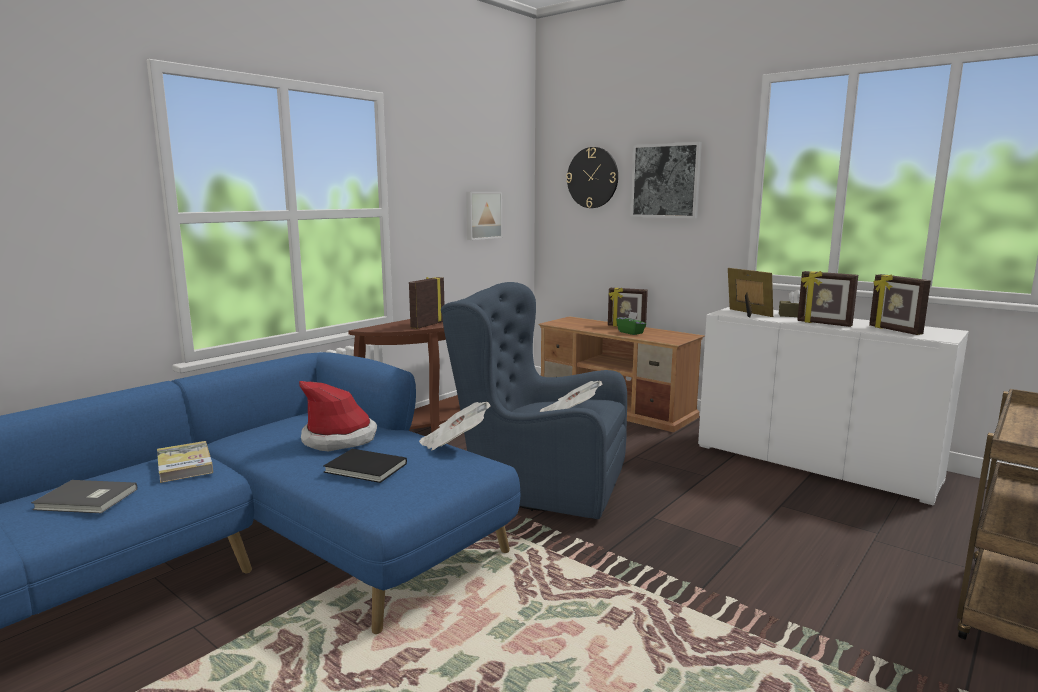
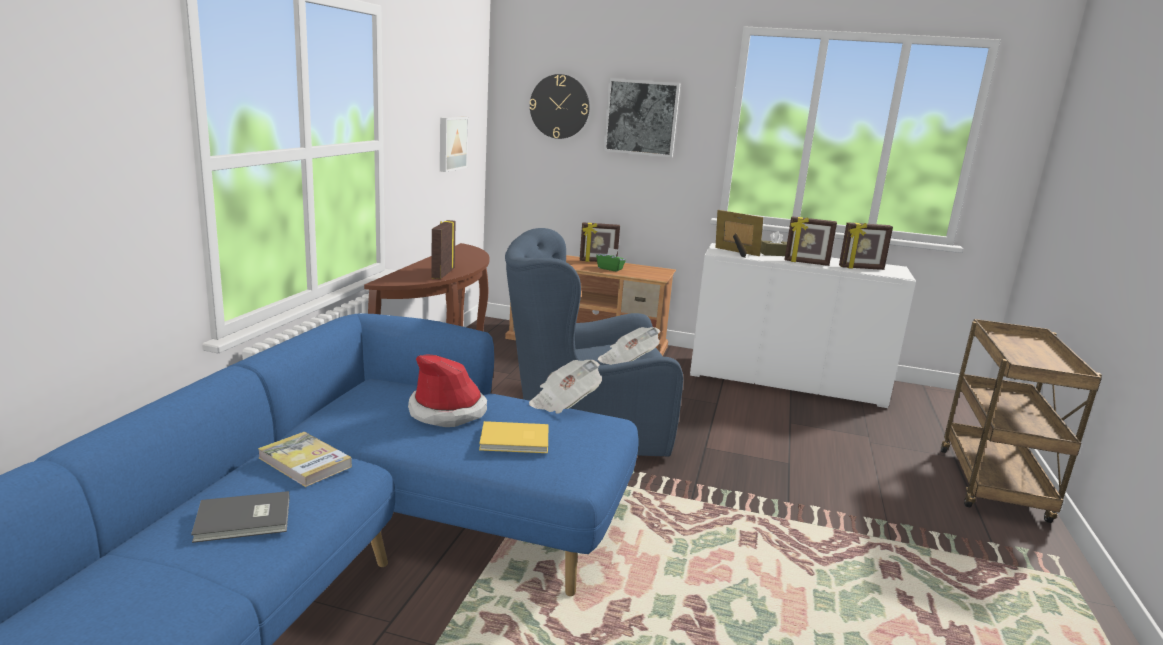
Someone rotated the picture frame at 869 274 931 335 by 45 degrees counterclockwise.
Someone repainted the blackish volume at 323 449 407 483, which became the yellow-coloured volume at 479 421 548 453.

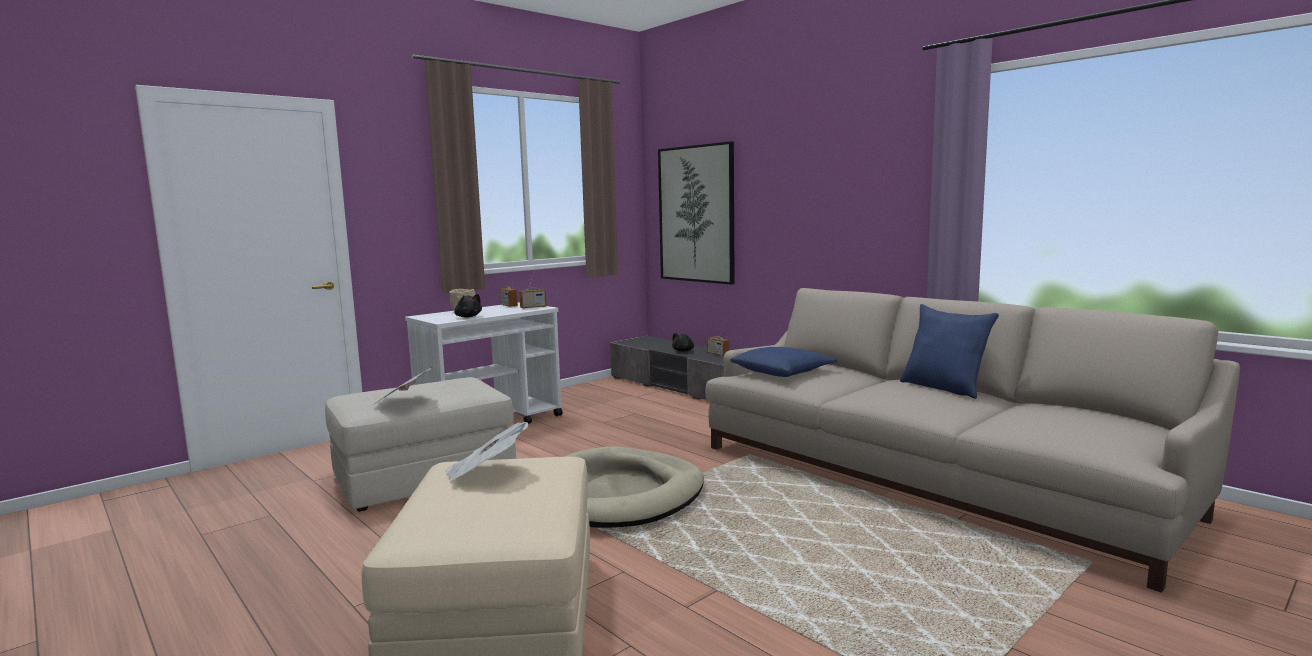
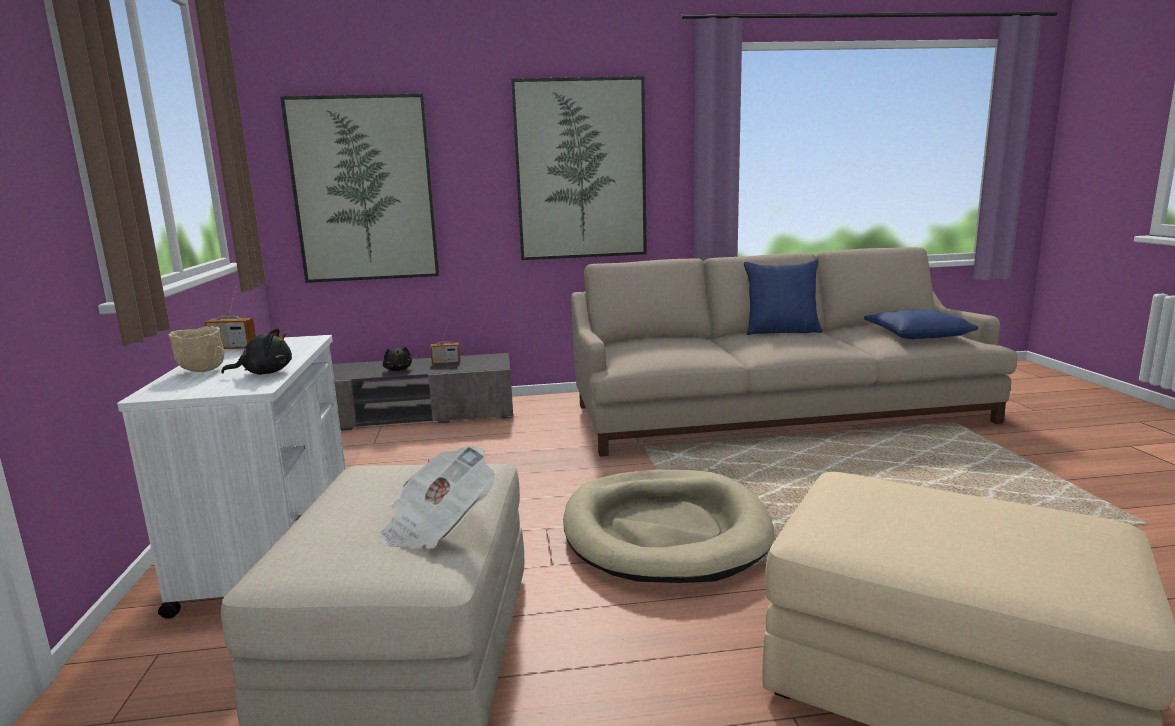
Someone took away the radio receiver at 519 271 546 309.
Someone carried the blue throw pillow from 730 347 837 377 to 864 309 978 339.
Someone took away the printed paper at 445 422 528 482.
Someone put up the wall picture at 511 76 647 260.

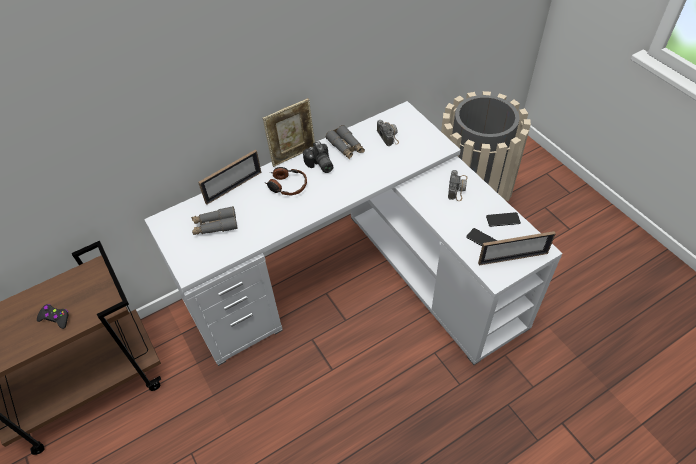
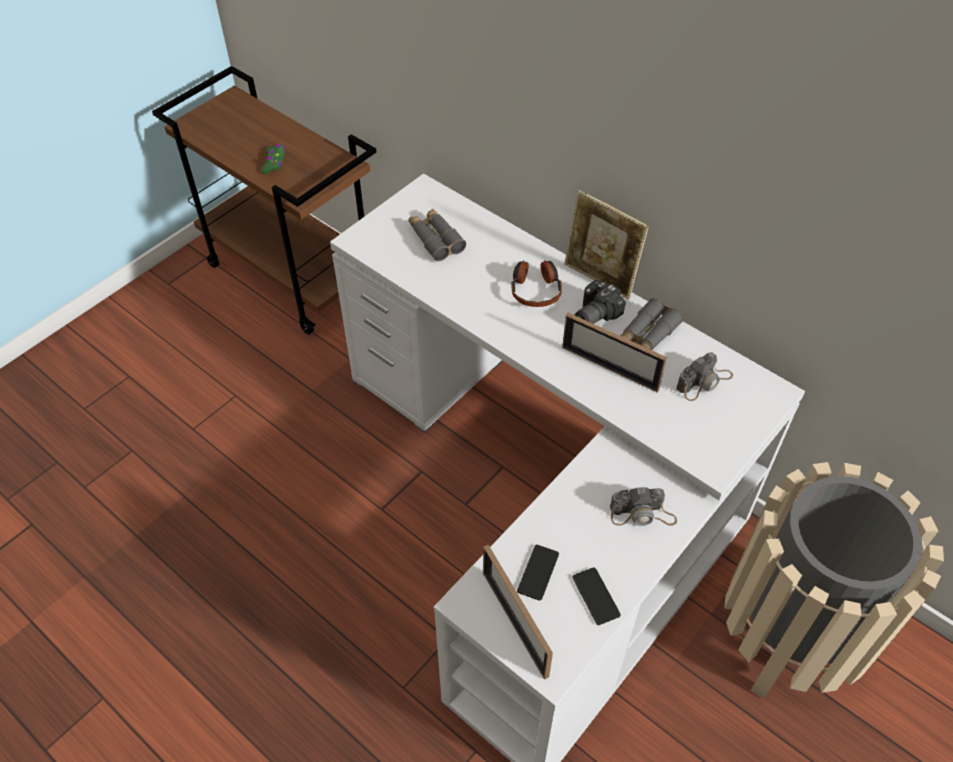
Someone carried the picture frame from 198 150 261 205 to 562 313 667 393.
Someone repainted the blackish game controller at 37 304 69 329, which became the greenish game controller at 261 144 285 174.

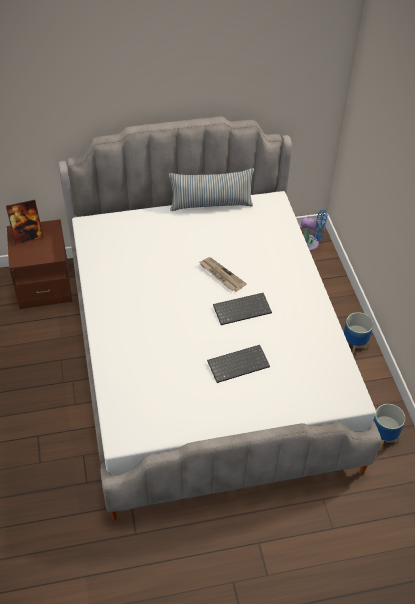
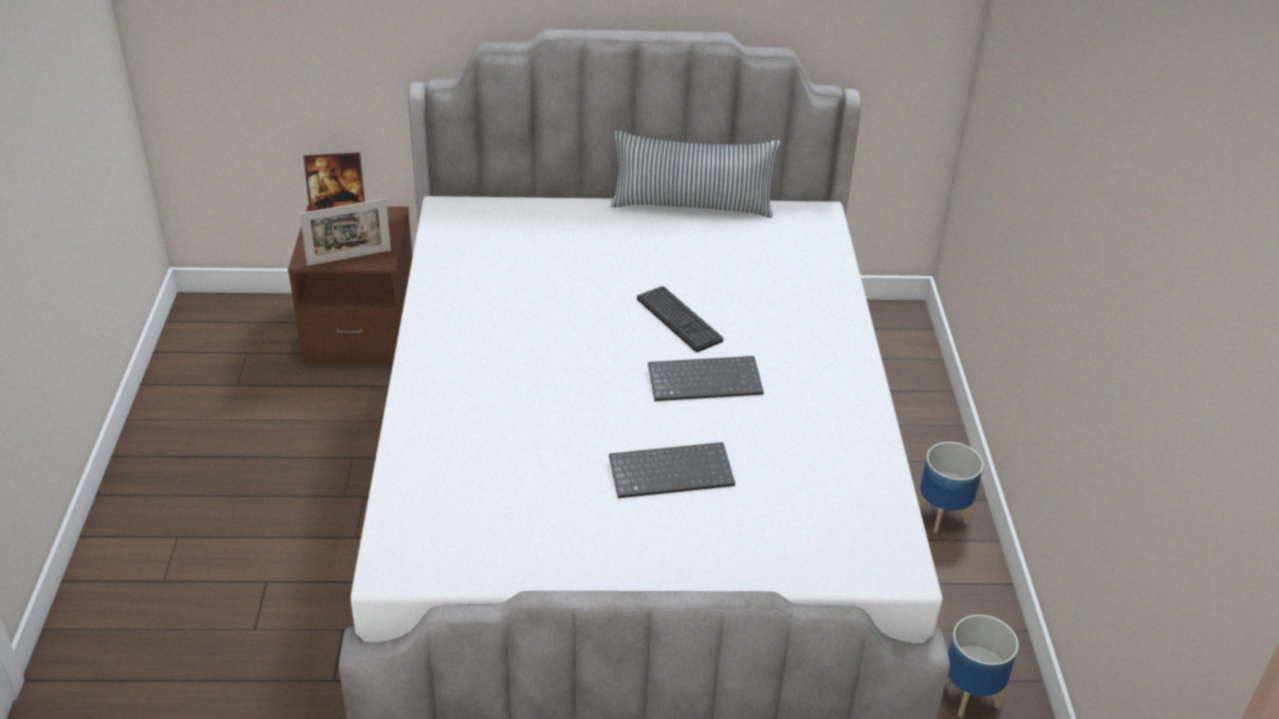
Someone took away the blue electric fan at 301 210 328 251.
Someone swapped the printed paper at 199 257 247 292 for the PC keyboard at 637 286 723 352.
Someone put down the picture frame at 299 198 391 266.

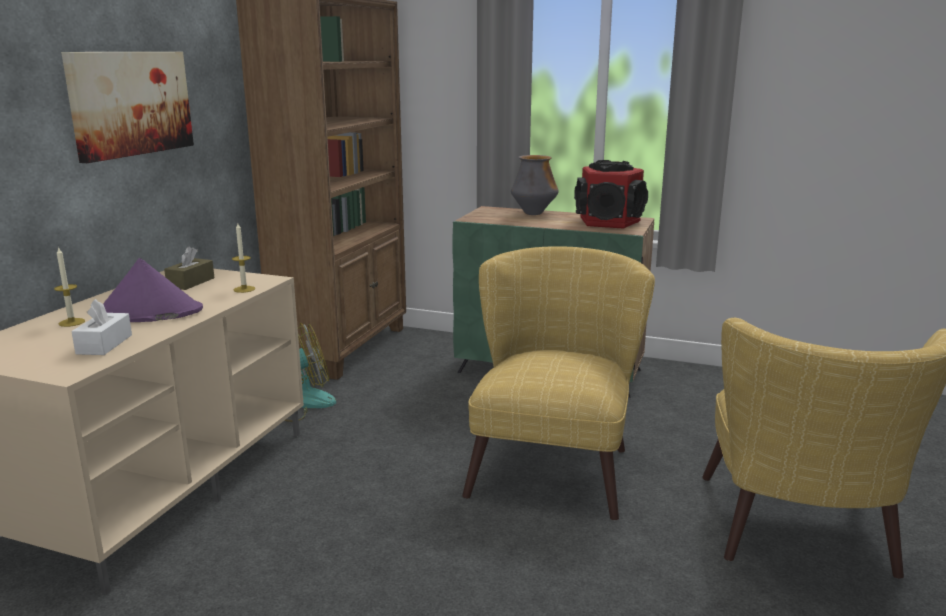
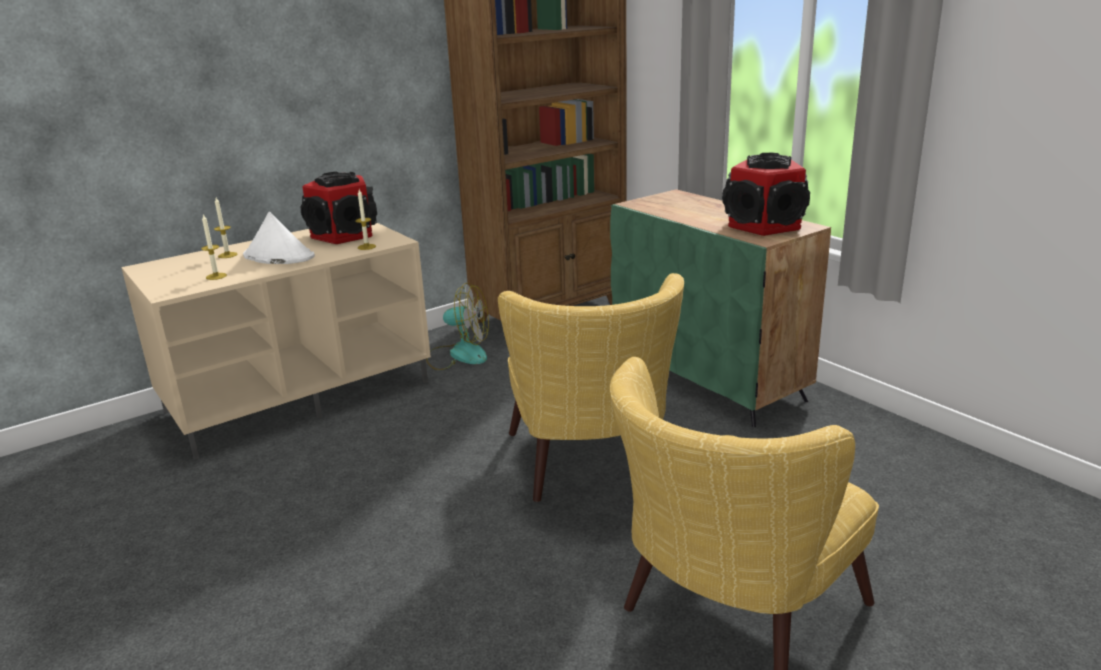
Someone took away the wall picture at 61 52 194 163.
Someone took away the decorative vase at 511 155 559 215.
Someone swapped the brownish tissue holder at 164 246 214 290 for the audio speaker at 301 172 377 244.
Someone rotated the yellow-coloured armchair at 462 246 655 520 by 120 degrees clockwise.
Someone repainted the purple-coloured clothing hat at 103 258 203 322, which became the white-coloured clothing hat at 243 212 315 264.
Someone swapped the white-coloured tissue holder at 71 299 132 355 for the wax candle at 201 214 227 280.

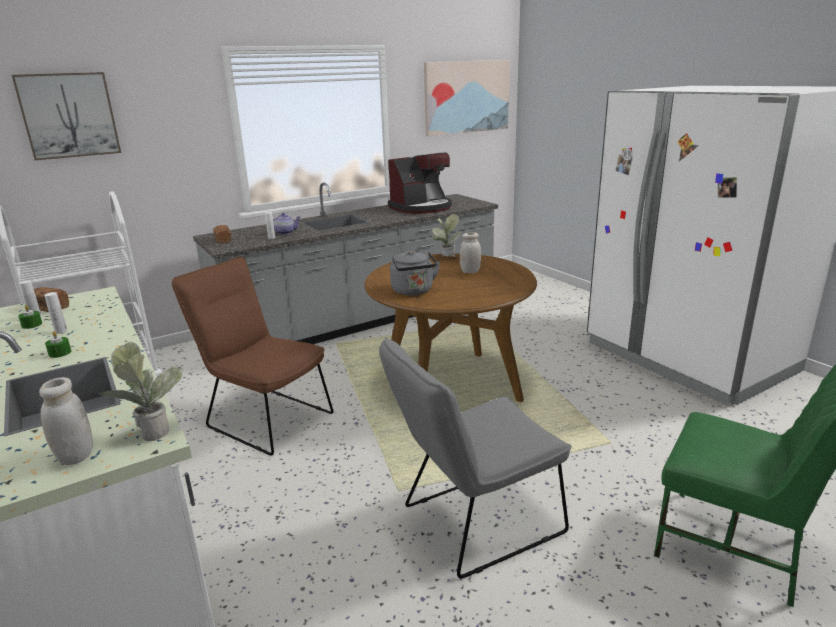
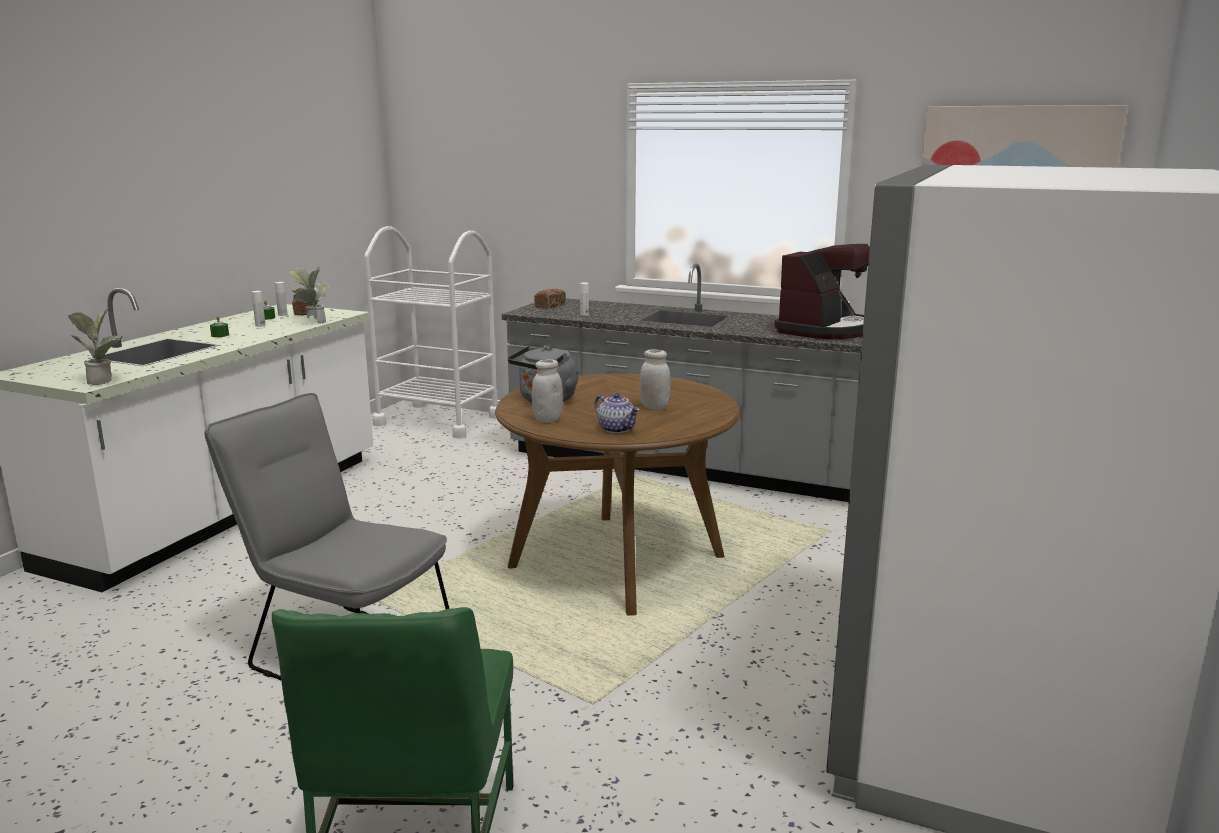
Someone took away the wall picture at 12 72 121 160.
Someone rotated the coffee brewer at 388 153 452 214 by 75 degrees counterclockwise.
Someone carried the pot for tea from 273 212 301 235 to 595 393 640 433.
Someone carried the potted plant from 432 214 461 258 to 290 267 330 323.
Someone took away the brownish chair at 172 257 333 456.
Someone carried the white-coloured storage jar from 39 377 93 465 to 532 359 563 423.

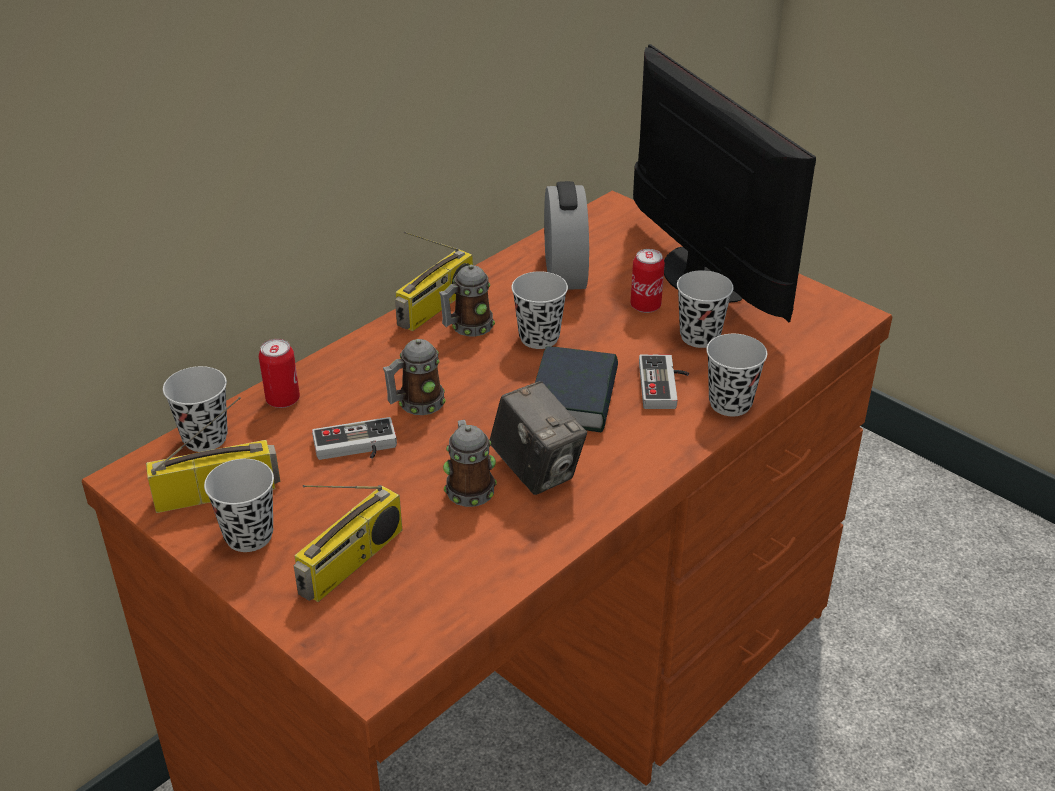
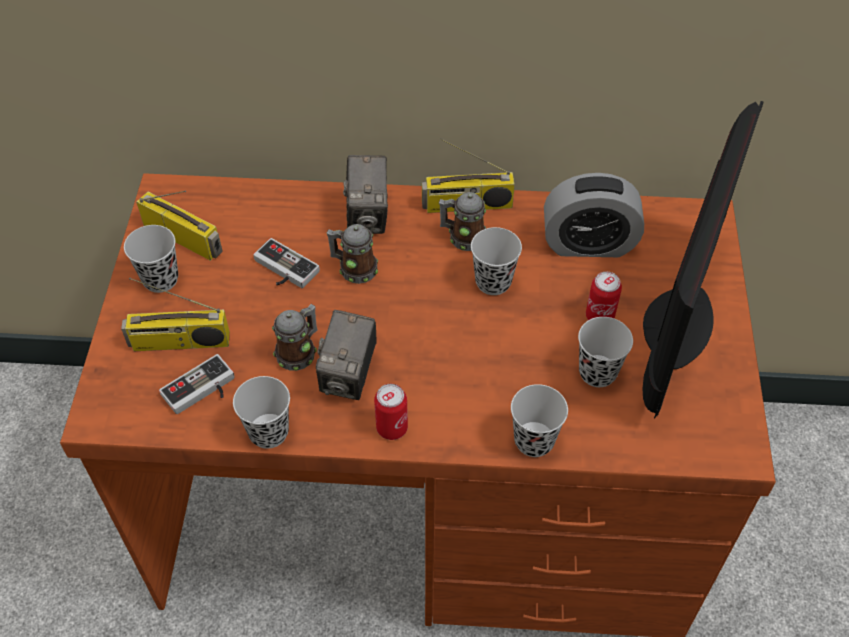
Someone rotated the bedside clock at 544 181 589 290 by 45 degrees clockwise.
Someone carried the can from 259 339 300 408 to 374 384 408 440.
Someone took away the volume at 535 346 618 432.
Someone carried the game controller from 639 354 689 409 to 159 354 234 414.
Someone carried the blackish drinking cup from 163 366 228 452 to 233 376 290 449.
Someone put down the photo camera at 343 155 388 234.

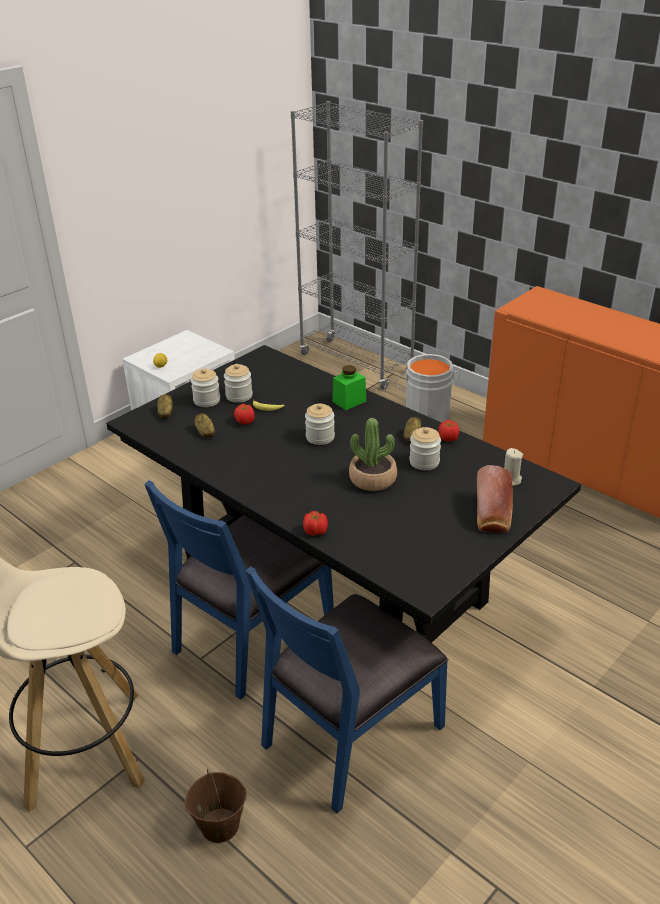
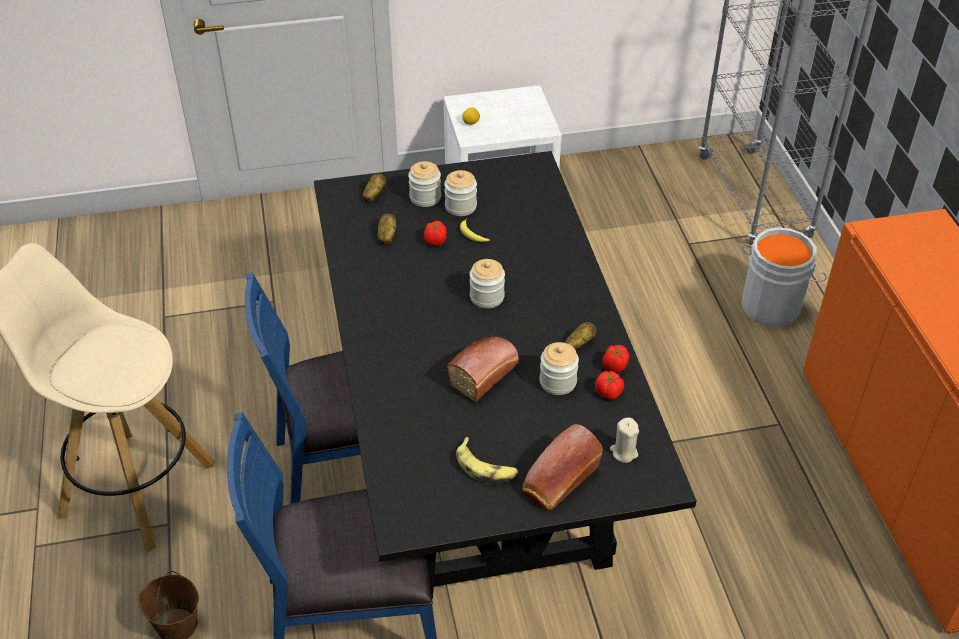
Someone took away the greenish storage jar at 332 365 367 410.
Someone swapped the potted plant at 349 418 397 491 for the bakery bread at 447 337 519 402.
Someone carried the tomato from 303 511 328 535 to 595 371 624 400.
Someone put down the whole banana at 456 437 518 483.

